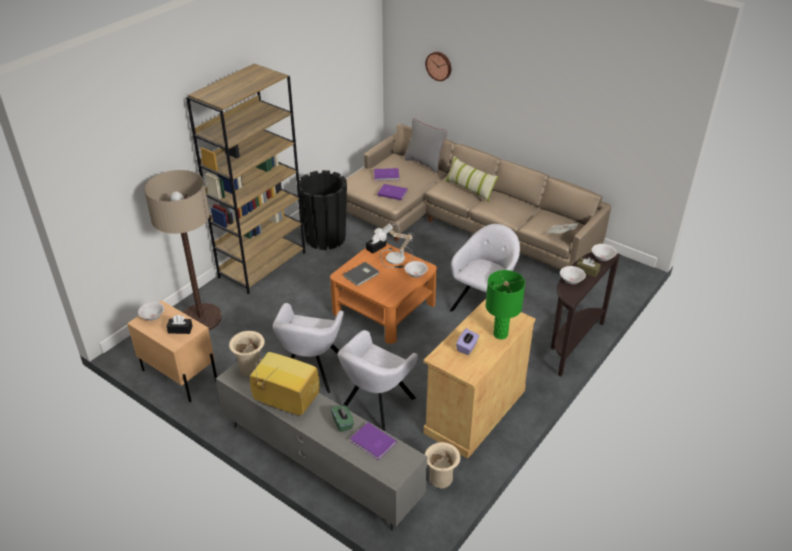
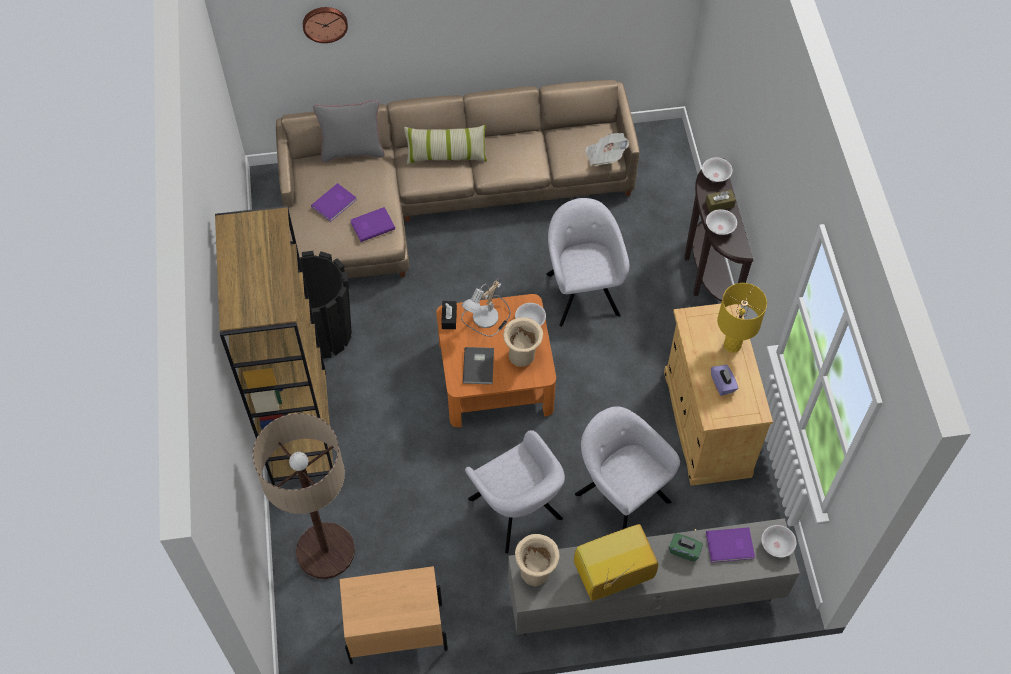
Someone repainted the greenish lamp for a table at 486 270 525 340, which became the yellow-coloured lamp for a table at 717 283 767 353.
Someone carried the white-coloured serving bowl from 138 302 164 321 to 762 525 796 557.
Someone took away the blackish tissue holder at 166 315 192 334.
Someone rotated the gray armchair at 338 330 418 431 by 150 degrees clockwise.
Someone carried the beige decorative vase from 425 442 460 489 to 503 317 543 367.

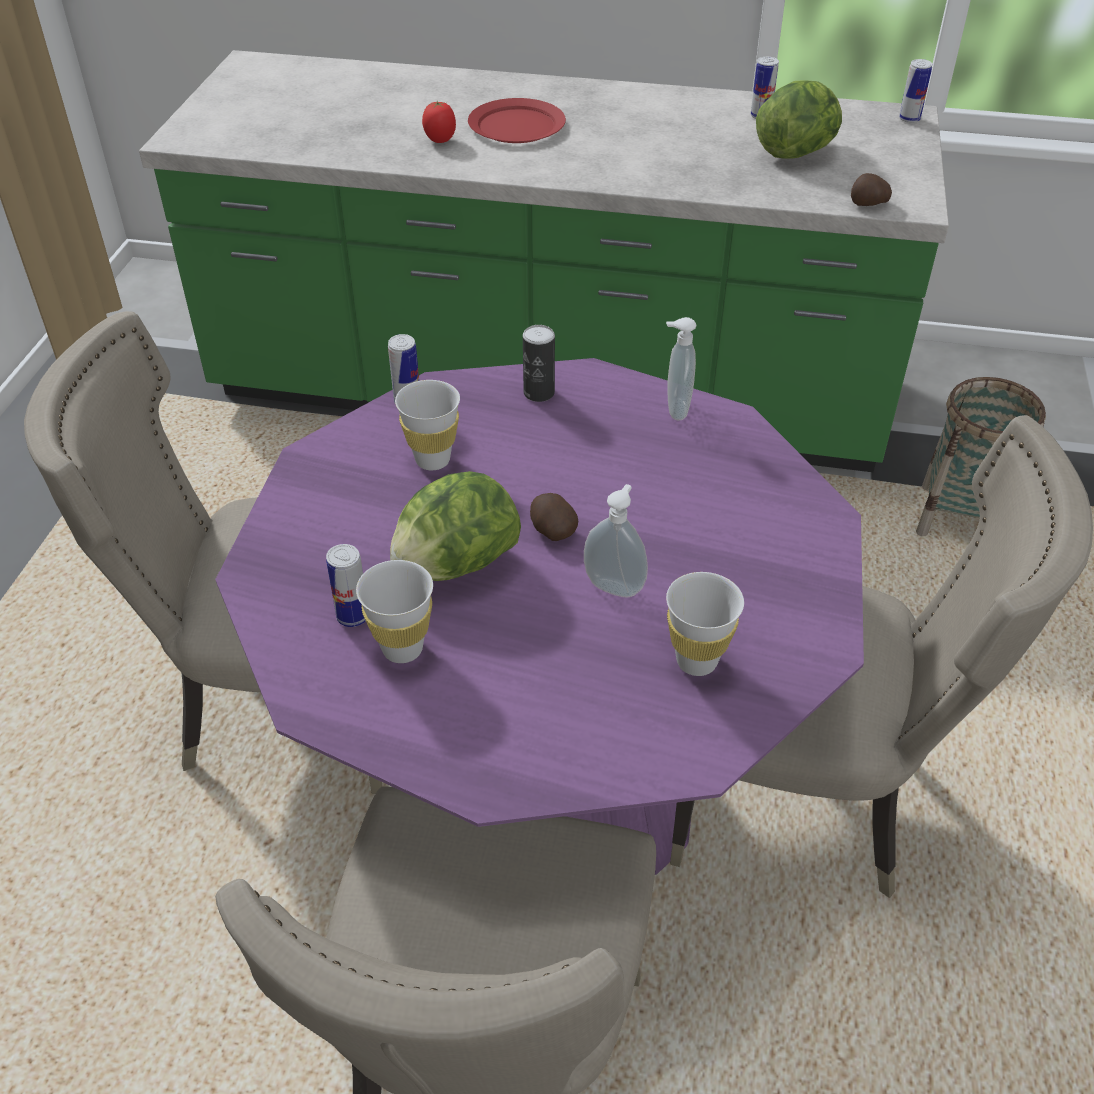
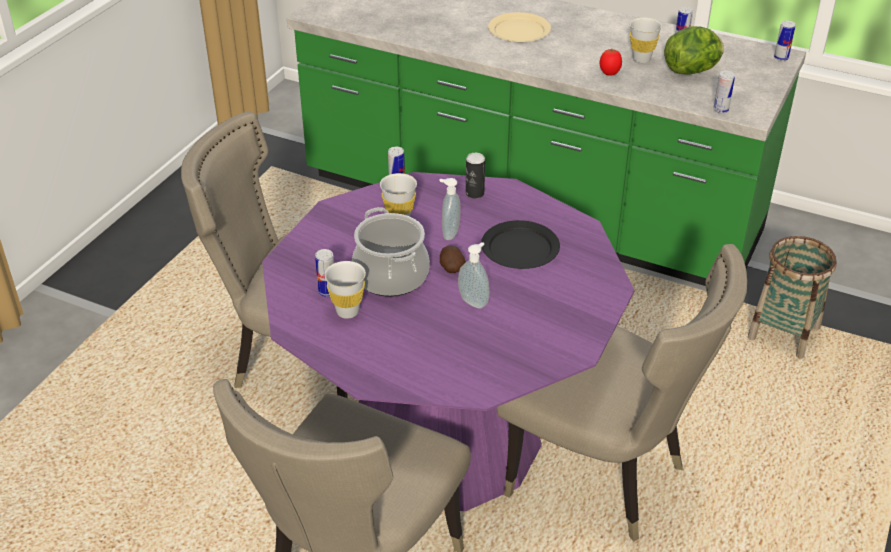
Someone repainted the red flat dish at 468 98 566 143, which became the beige flat dish at 488 12 551 42.
Someone carried the tomato from 422 101 456 143 to 600 49 622 76.
Someone swapped the potato at 851 173 892 206 for the can at 713 71 735 113.
Someone carried the liquid soap bottle from 666 317 697 420 to 439 178 461 240.
Someone swapped the lettuce head at 390 471 521 581 for the stockpot at 352 207 430 297.
Someone carried the white-coloured drinking cup from 666 572 744 676 to 630 17 662 63.
Someone put down the blackish flat dish at 481 220 560 269.

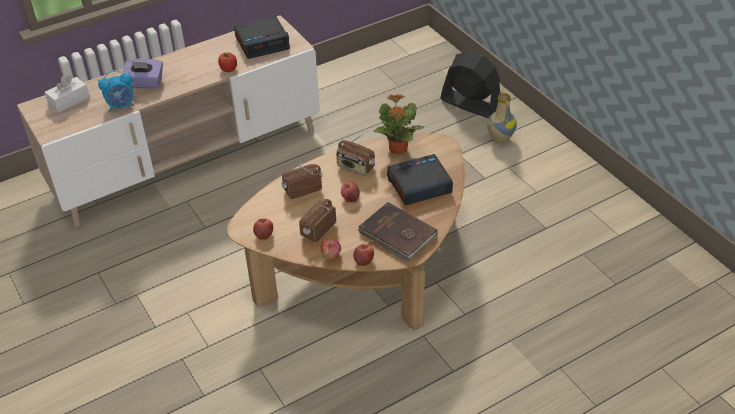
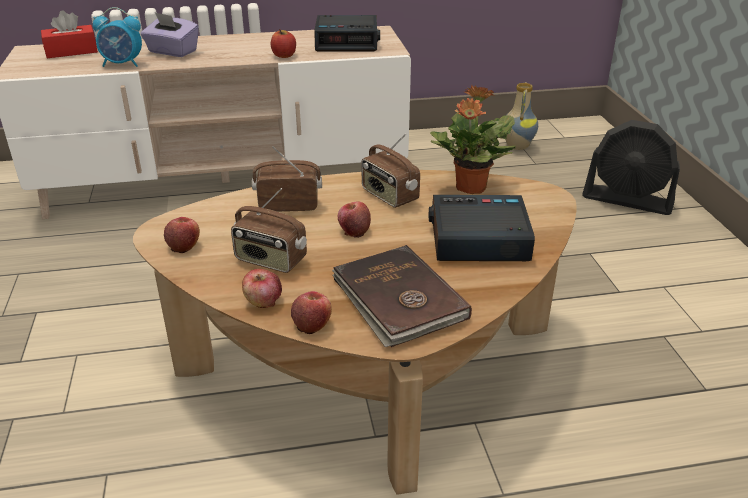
Someone rotated the blackish electric fan at 440 51 500 118 by 150 degrees clockwise.
Someone repainted the white-coloured tissue holder at 44 75 90 113, which became the red tissue holder at 41 10 98 58.
Someone carried the decorative vase from 487 91 517 143 to 505 82 538 150.
Someone rotated the radio receiver at 299 199 336 242 by 120 degrees counterclockwise.

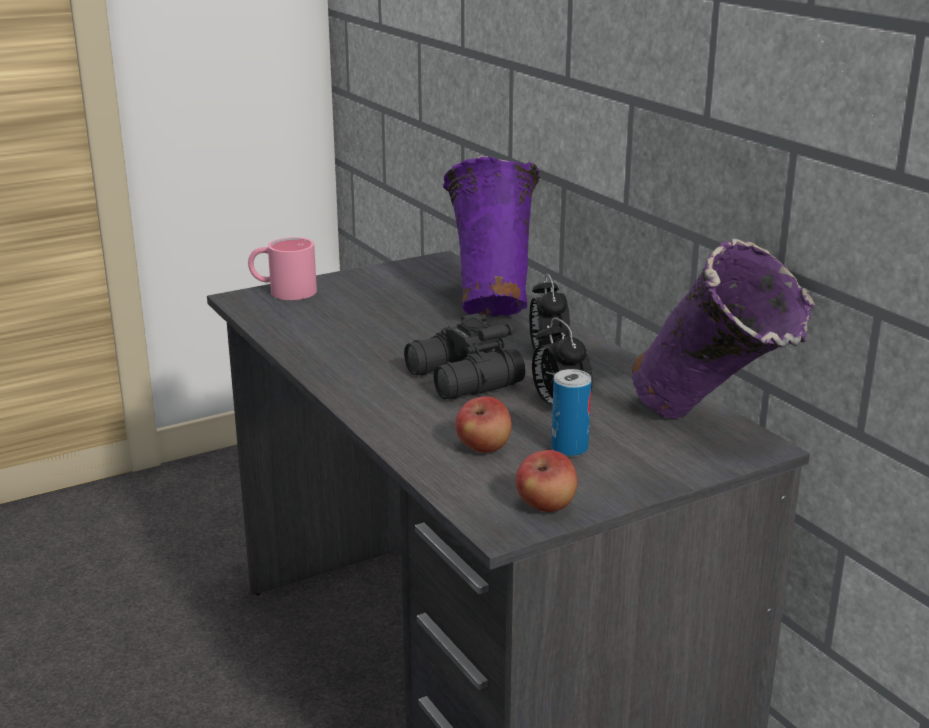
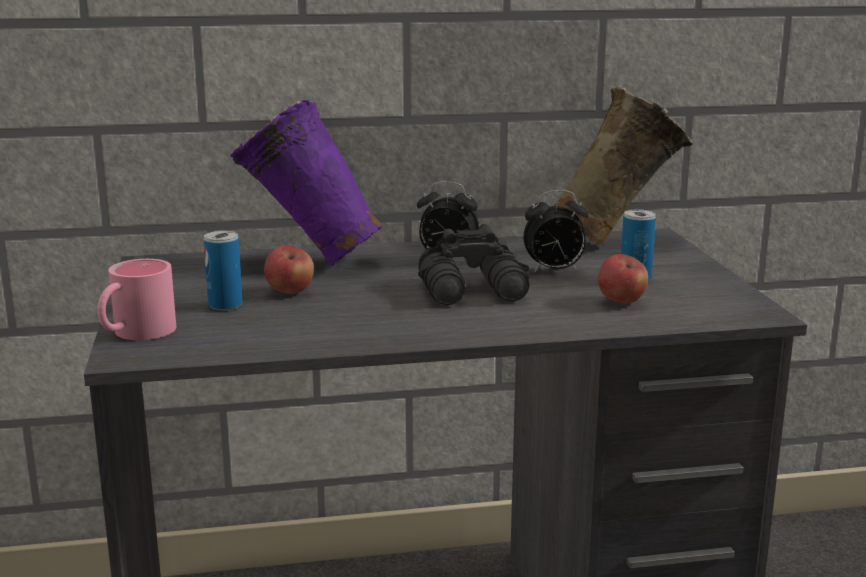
Someone repainted the purple-coloured decorative vase at 632 239 815 419, which became the beige decorative vase at 554 86 693 246.
Someone carried the apple fruit from 516 450 577 512 to 264 245 314 294.
Someone put down the can at 203 231 243 310.

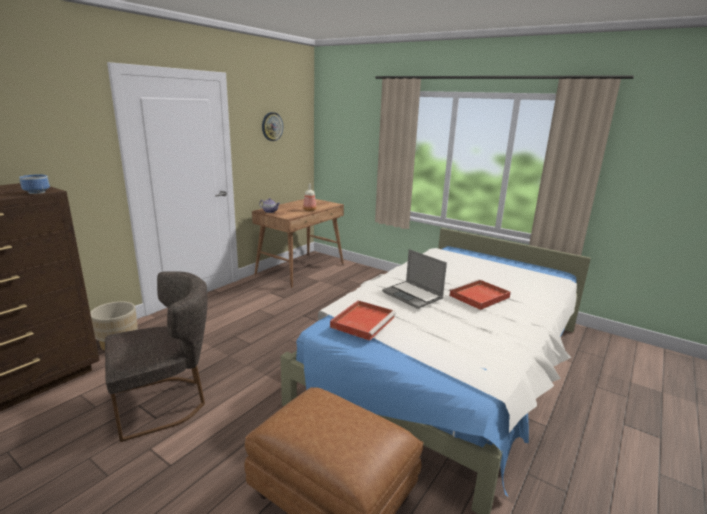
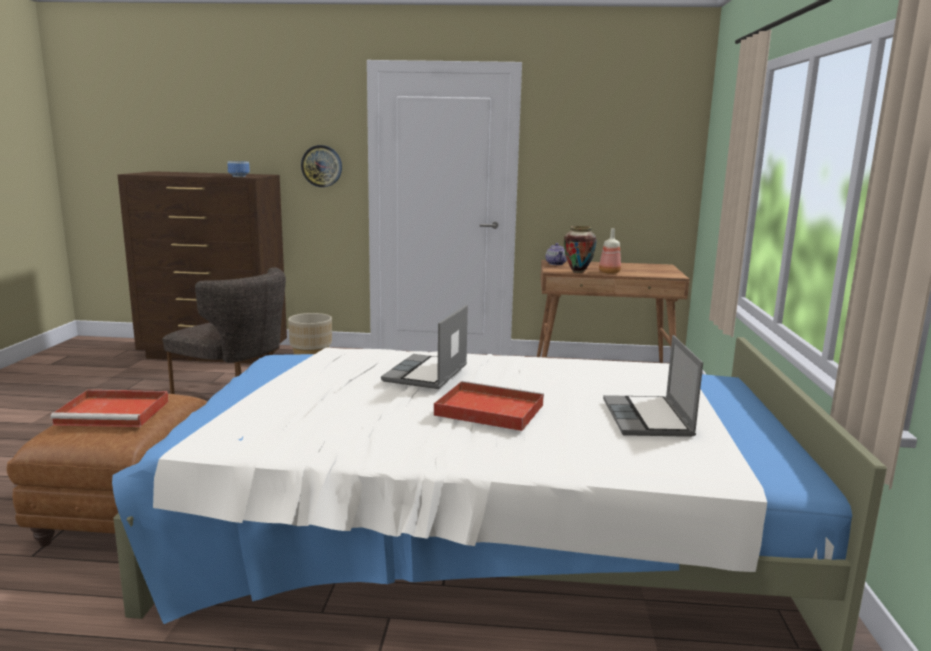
Someone carried the hanging clock from 262 112 283 141 to 301 145 342 187.
Someone carried the red tray from 330 300 396 341 to 50 390 169 427.
Someone put down the decorative vase at 564 226 597 273.
Someone put down the notebook computer at 603 335 703 437.

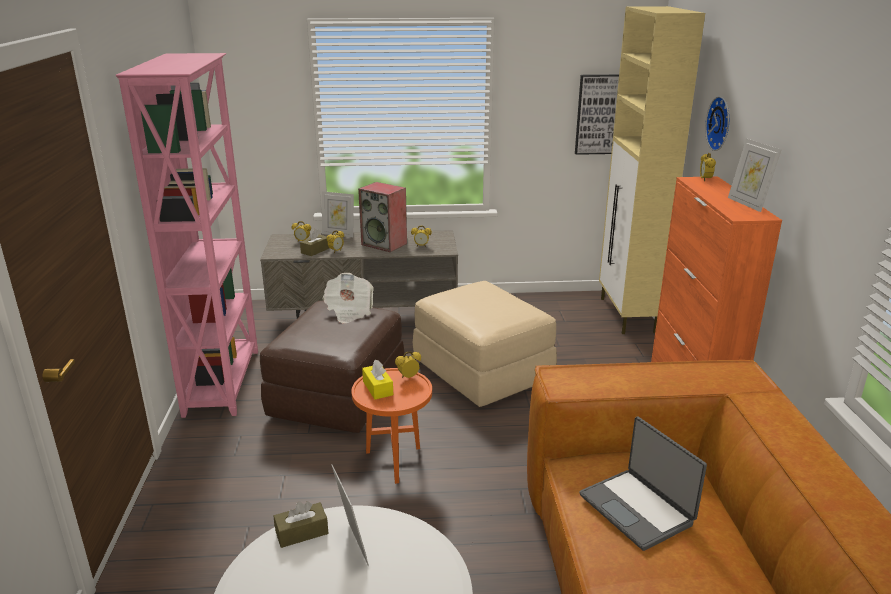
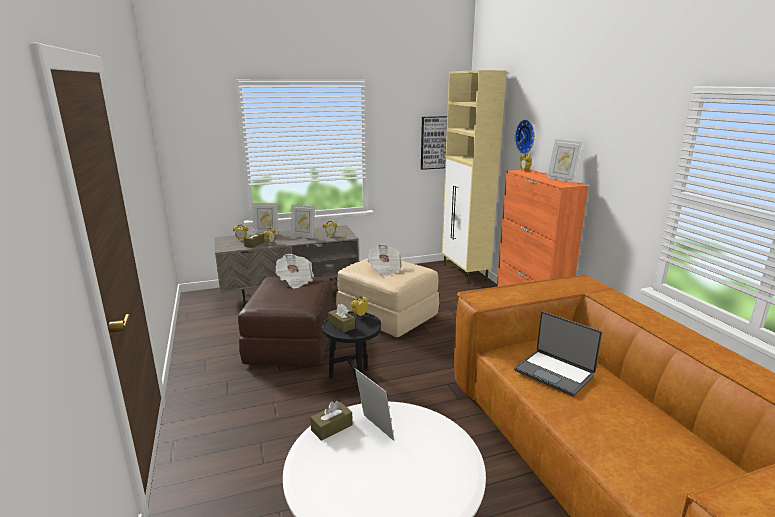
Someone took away the pink shelving unit at 116 53 258 418.
Someone swapped the audio speaker at 358 182 407 252 for the picture frame at 291 205 315 239.
Someone repainted the yellow-coloured tissue holder at 362 360 393 399, which became the brownish tissue holder at 328 304 355 333.
Someone repainted the orangey accent table at 351 368 432 484, which became the blackish accent table at 322 311 381 395.
Someone put down the printed paper at 368 244 402 277.

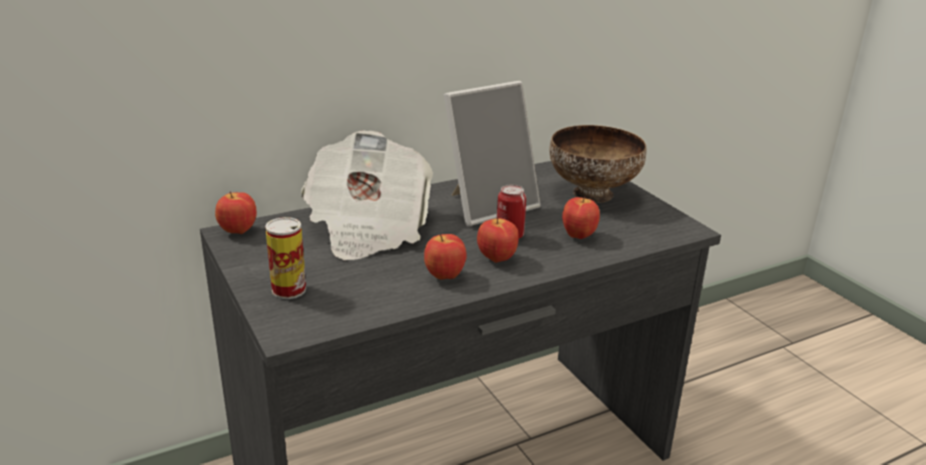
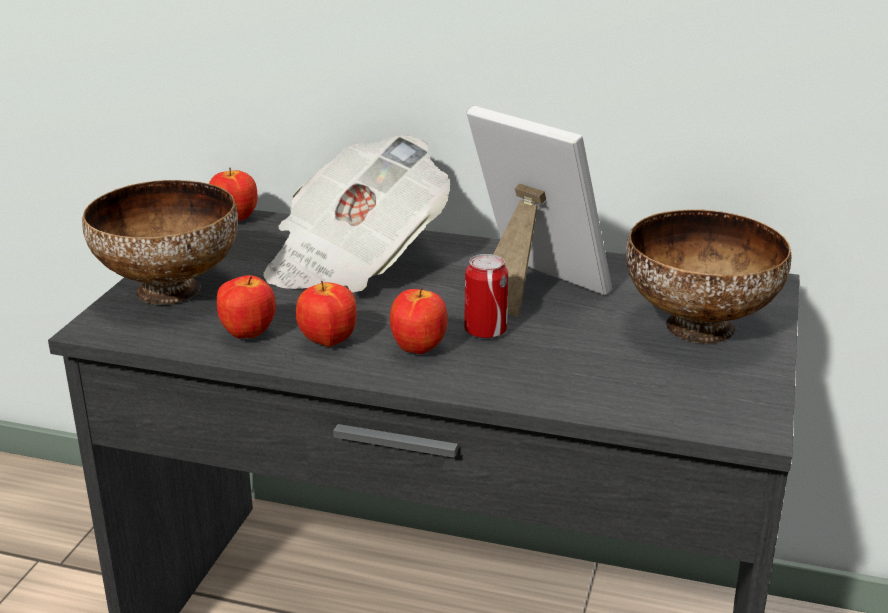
Someone rotated the picture frame at 444 81 541 226 by 150 degrees counterclockwise.
Someone carried the apple fruit from 562 196 600 239 to 217 275 276 338.
Someone swapped the can at 265 217 306 299 for the serving bowl at 82 180 238 305.

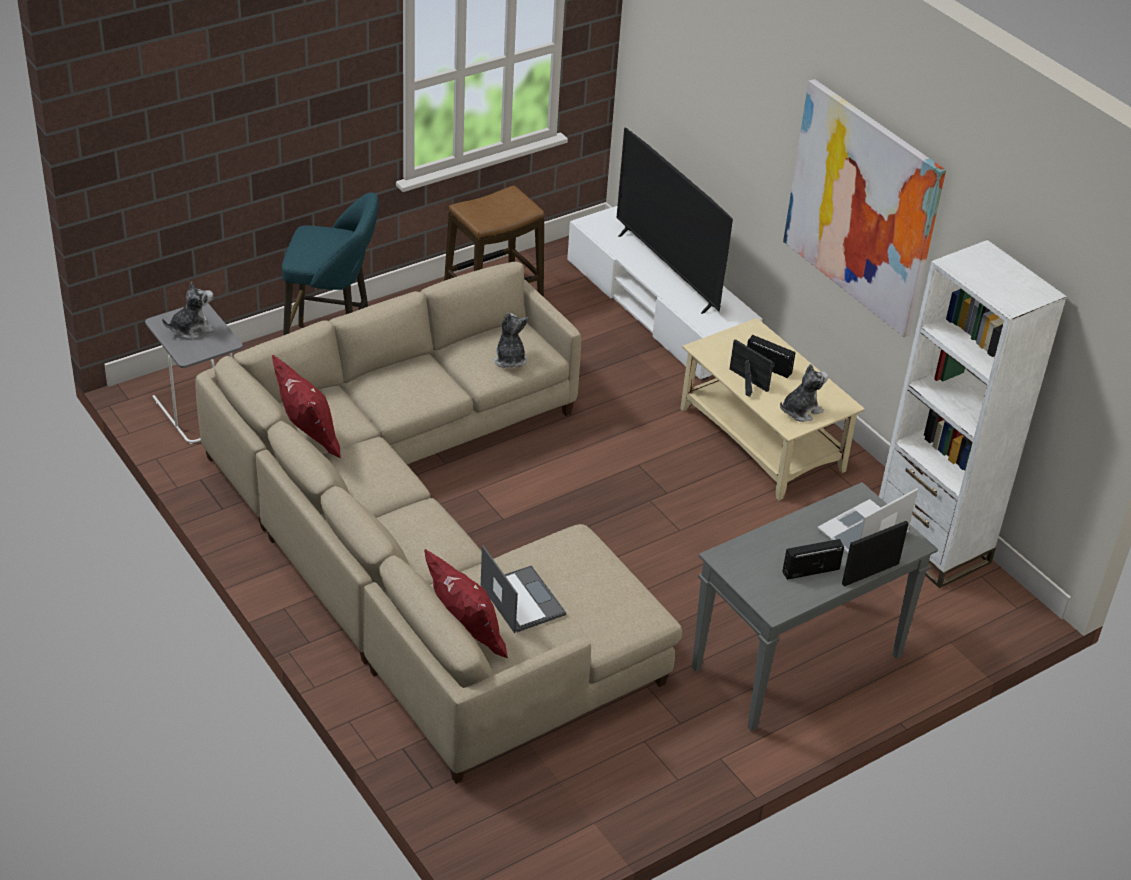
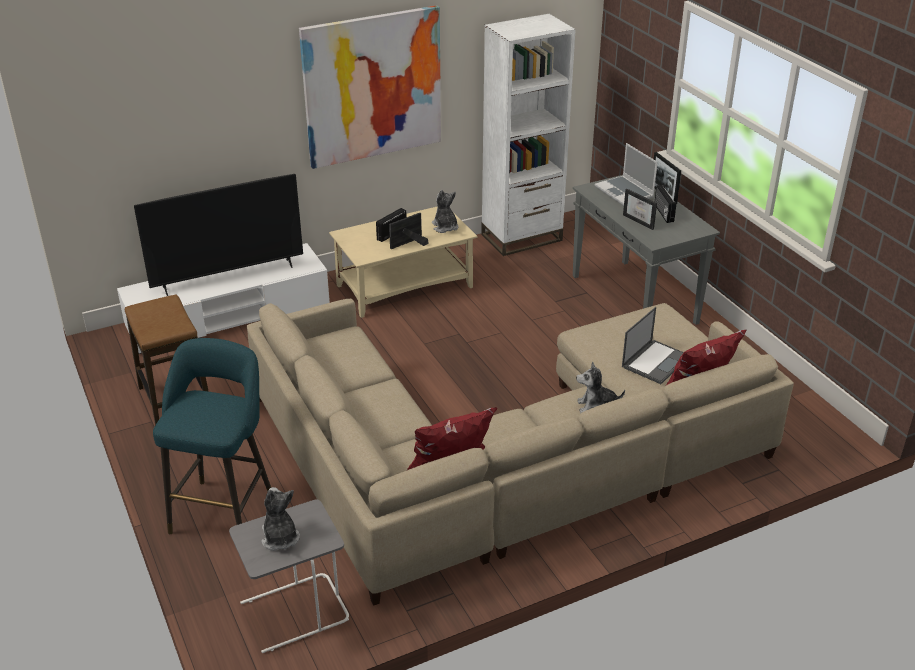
Someone carried the cuddly toy from 493 312 529 368 to 576 362 625 413.
Someone rotated the notebook computer at 481 545 566 633 by 150 degrees clockwise.
Someone put down the picture frame at 623 189 657 230.

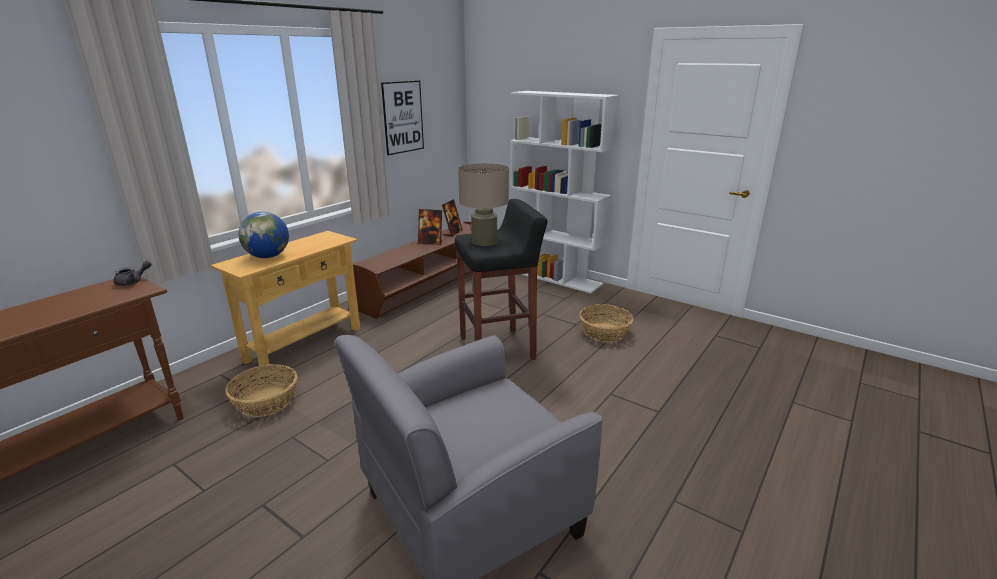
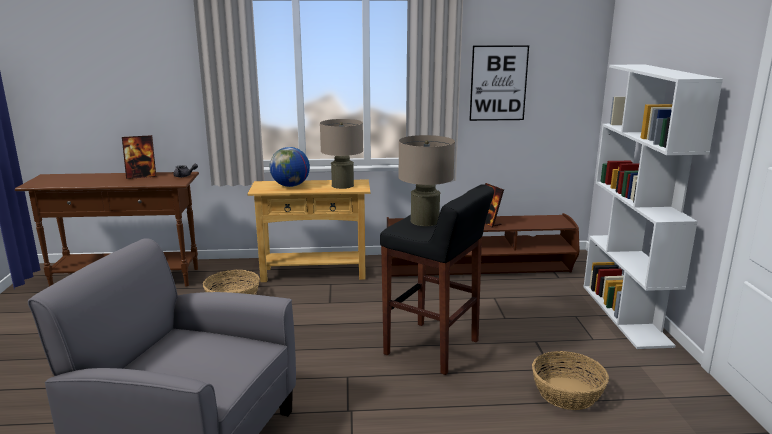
Someone carried the picture frame from 442 199 463 237 to 122 135 156 179.
Someone put down the beige lamp for a table at 320 119 363 189.

